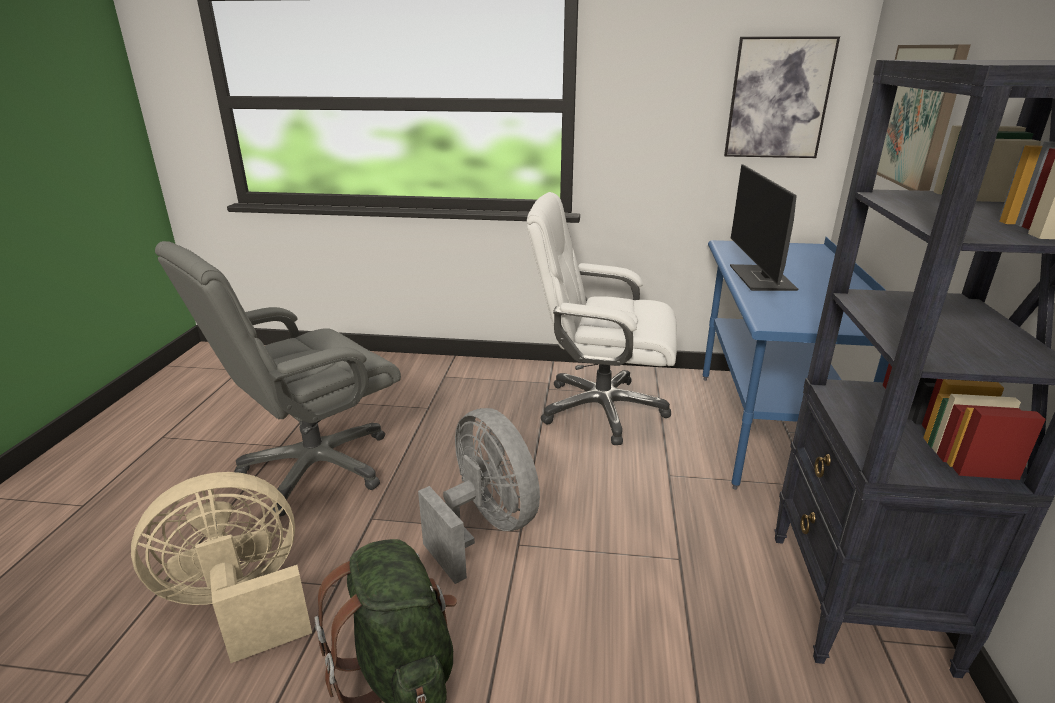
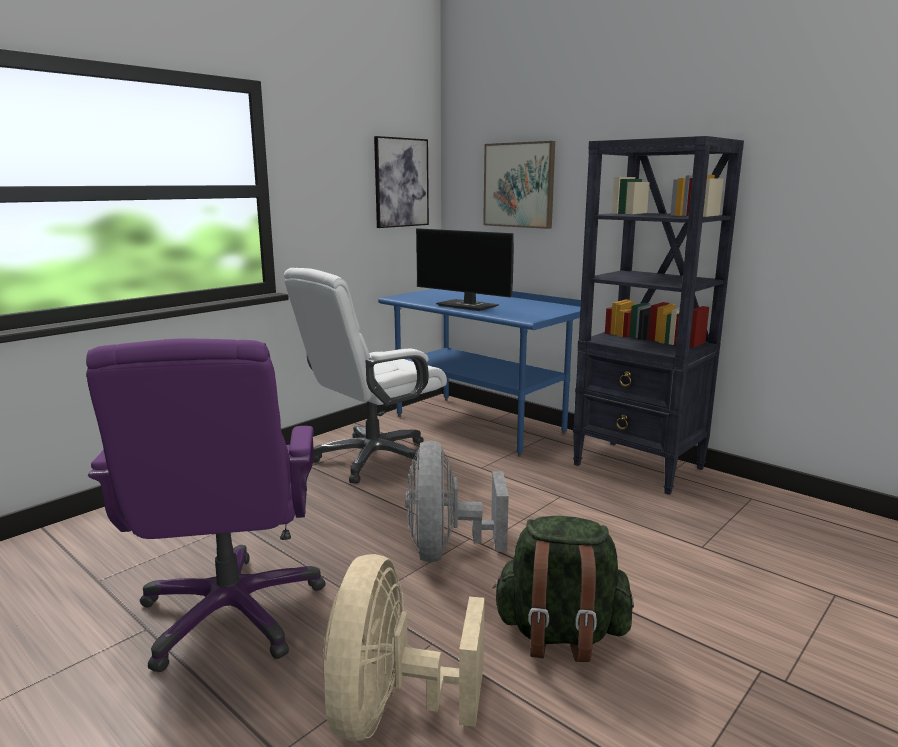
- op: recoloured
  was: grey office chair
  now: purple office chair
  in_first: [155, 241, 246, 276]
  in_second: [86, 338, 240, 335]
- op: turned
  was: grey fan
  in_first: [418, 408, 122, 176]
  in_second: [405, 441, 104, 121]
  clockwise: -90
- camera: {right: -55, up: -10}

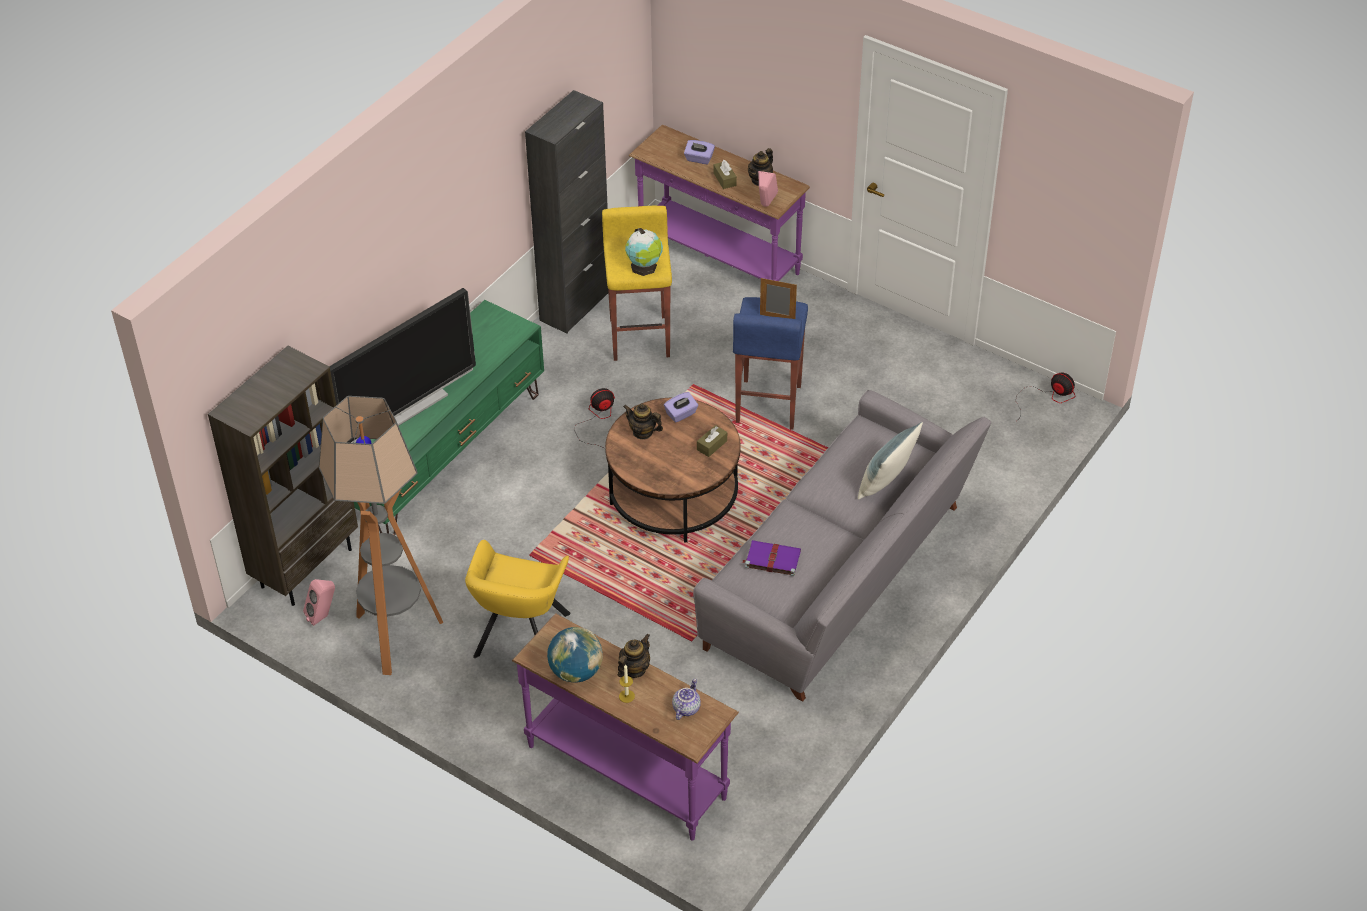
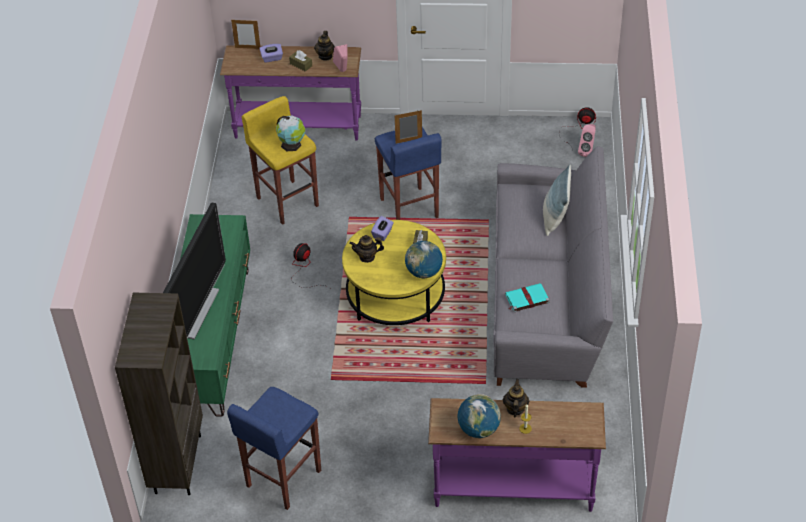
- op: removed
  was: black cabinet
  in_first: [525, 90, 83, 243]
- op: replaced
  was: floor lamp
  now: blue stool
  in_first: [319, 396, 124, 279]
  in_second: [227, 387, 94, 123]
- op: recoloured
  was: brown coffee table
  now: yellow coffee table
  in_first: [605, 397, 136, 146]
  in_second: [342, 220, 104, 105]
- op: removed
  was: yellow armchair
  in_first: [465, 540, 105, 118]
- op: recoloured
  was: purple book
  now: turquoise book
  in_first: [742, 540, 59, 36]
  in_second: [505, 283, 45, 29]
- op: moved
  was: pink speaker
  in_first: [303, 579, 32, 47]
  in_second: [578, 124, 18, 33]
- op: removed
  was: teapot
  in_first: [672, 679, 29, 41]
- op: added
  now: picture frame
  in_second: [231, 19, 29, 30]
- op: added
  now: globe
  in_second: [405, 241, 38, 37]
- camera: {right: -30, up: 0}

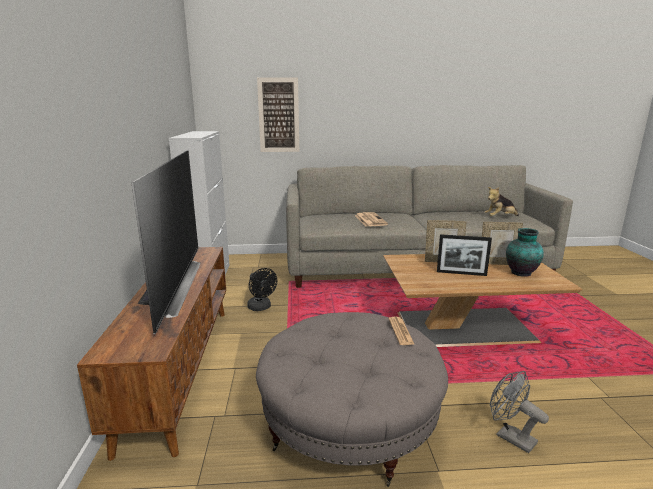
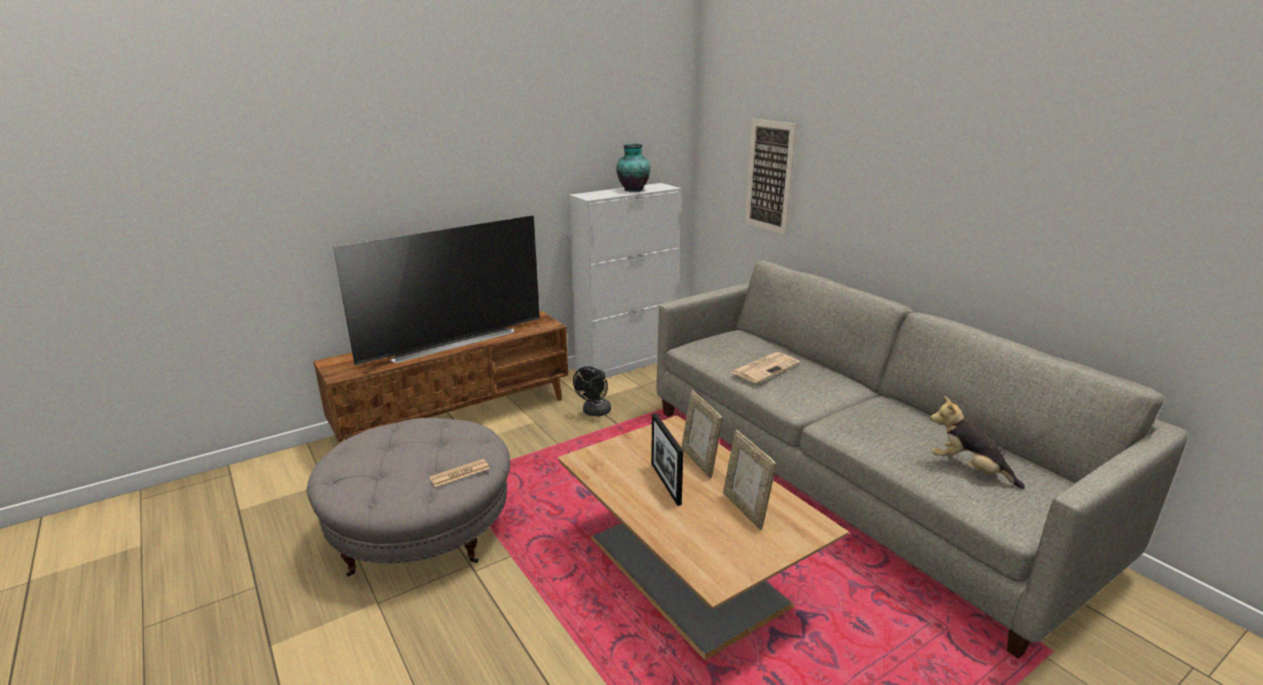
- op: moved
  was: vase
  in_first: [506, 228, 38, 49]
  in_second: [616, 144, 34, 48]
- op: removed
  was: grey fan
  in_first: [490, 371, 59, 82]
- camera: {right: 60, up: 5}

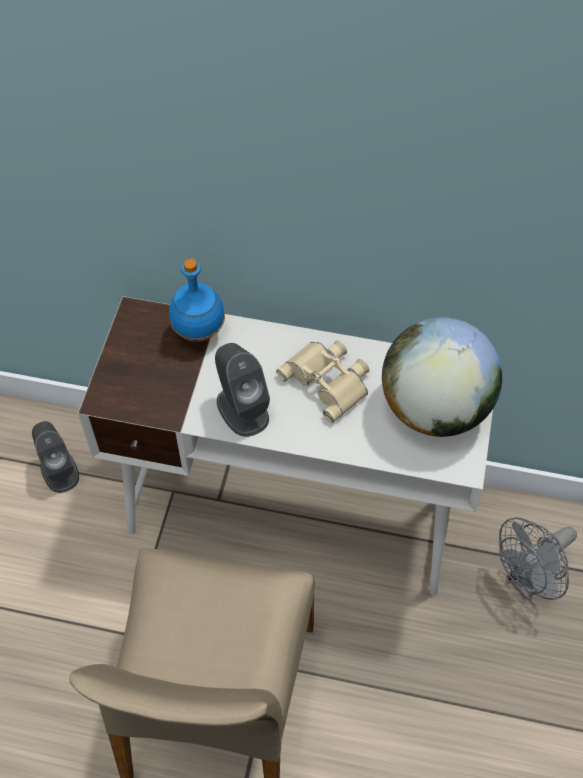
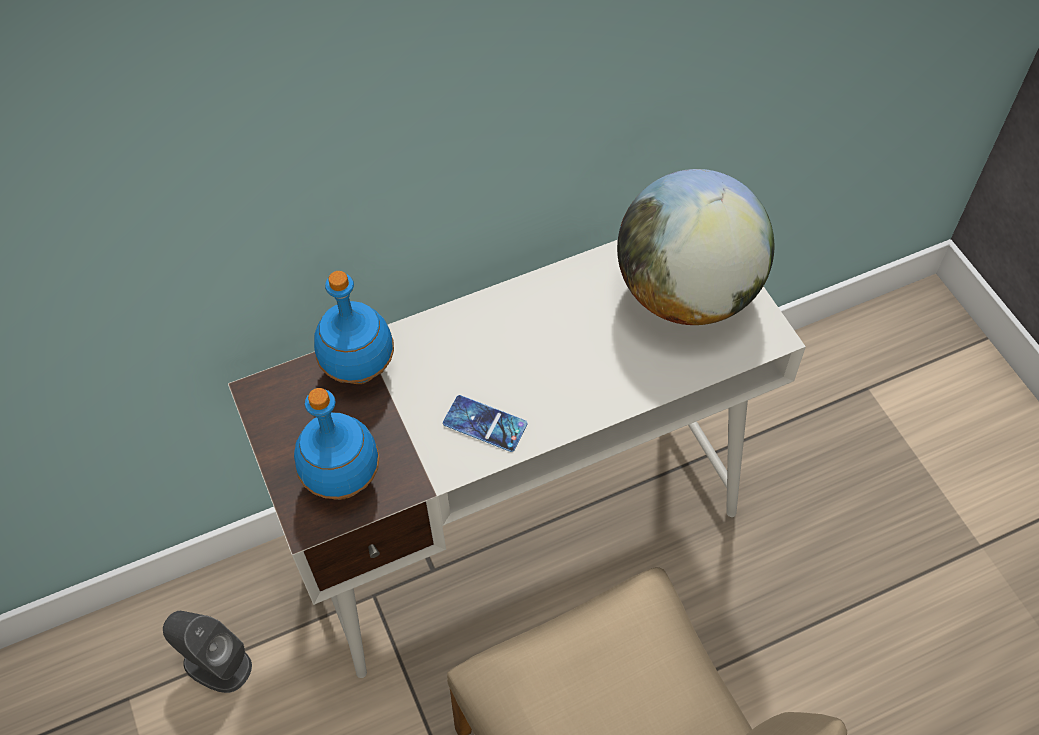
- op: removed
  was: beige binoculars
  in_first: [276, 340, 94, 83]
- op: replaced
  was: grey speaker
  now: phone
  in_first: [215, 343, 55, 94]
  in_second: [443, 395, 84, 57]
- op: removed
  was: grey fan
  in_first: [499, 518, 78, 82]
- op: added
  now: blue bottle
  in_second: [294, 388, 86, 112]
- camera: {right: -35, up: 0}

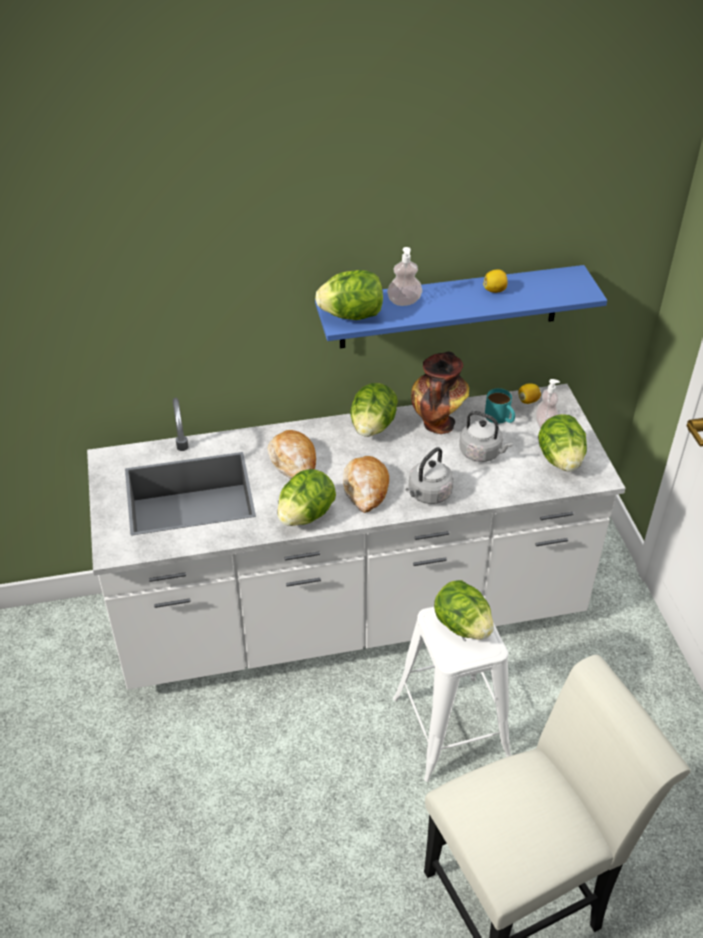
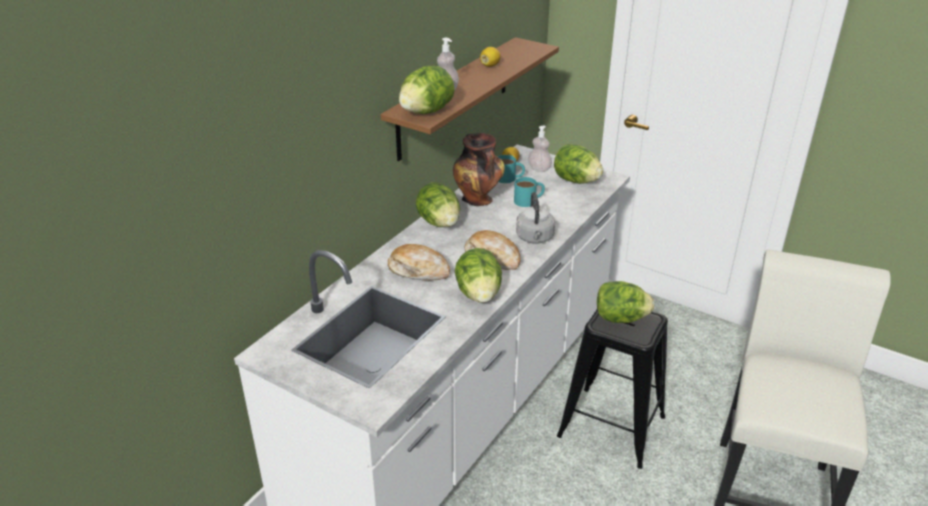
- op: recoloured
  was: blue shelf
  now: brown shelf
  in_first: [315, 265, 292, 83]
  in_second: [381, 37, 178, 124]
- op: replaced
  was: grey kettle
  now: turquoise mug
  in_first: [459, 411, 54, 51]
  in_second: [514, 177, 31, 30]
- op: recoloured
  was: white stool
  now: black stool
  in_first: [393, 607, 119, 175]
  in_second: [557, 310, 111, 159]
- camera: {right: -45, up: -10}

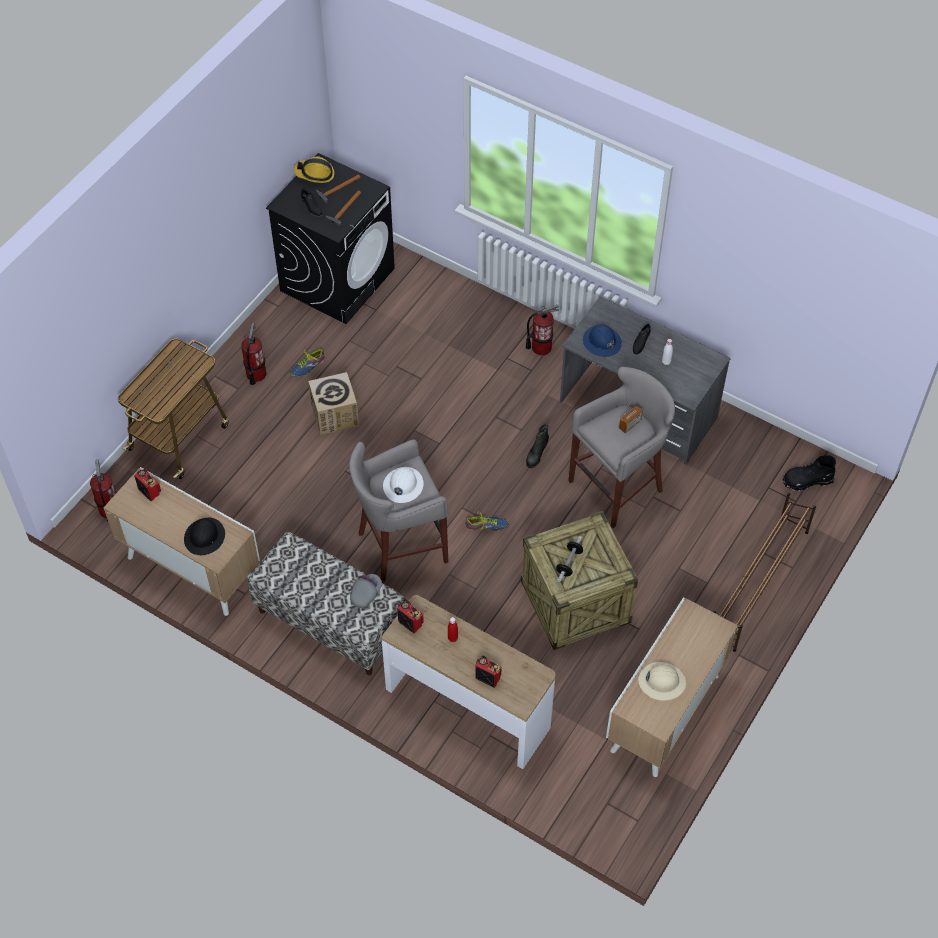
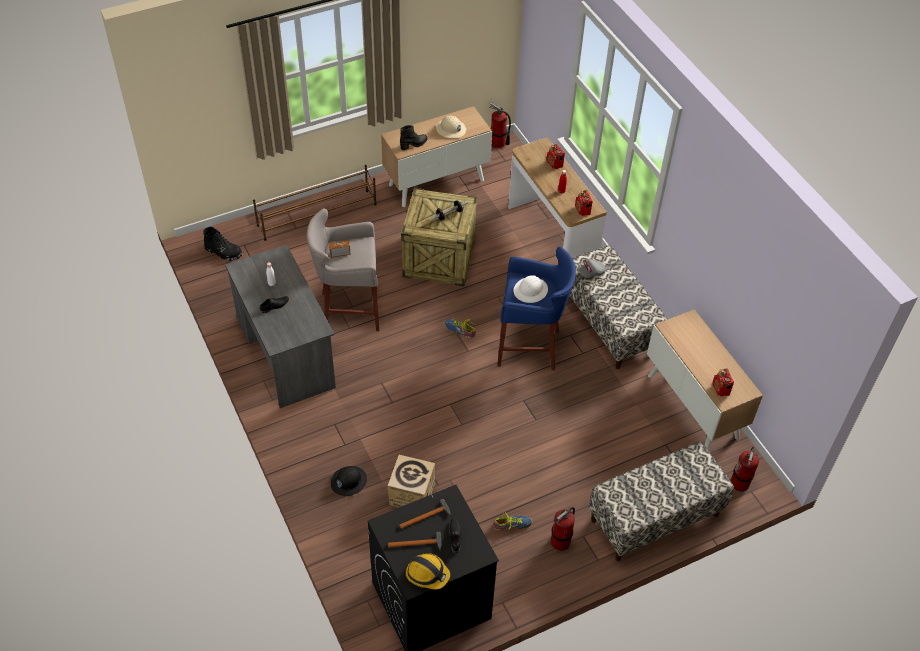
- op: moved
  was: fire extinguisher
  in_first: [526, 305, 33, 50]
  in_second: [489, 102, 22, 46]
- op: removed
  was: blue hard hat
  in_first: [583, 324, 39, 33]
- op: replaced
  was: cart
  now: bench
  in_first: [118, 339, 111, 140]
  in_second: [589, 442, 145, 119]
- op: moved
  was: cardboard box
  in_first: [308, 372, 51, 63]
  in_second: [388, 455, 47, 53]
- op: moved
  was: black boot
  in_first: [526, 424, 23, 44]
  in_second: [400, 125, 28, 25]
- op: recoloured
  was: grey stool
  now: blue stool
  in_first: [349, 439, 99, 144]
  in_second: [497, 246, 79, 125]
- op: moved
  was: black hard hat
  in_first: [184, 518, 41, 37]
  in_second: [331, 466, 36, 30]
- camera: {right: -150, up: -5}

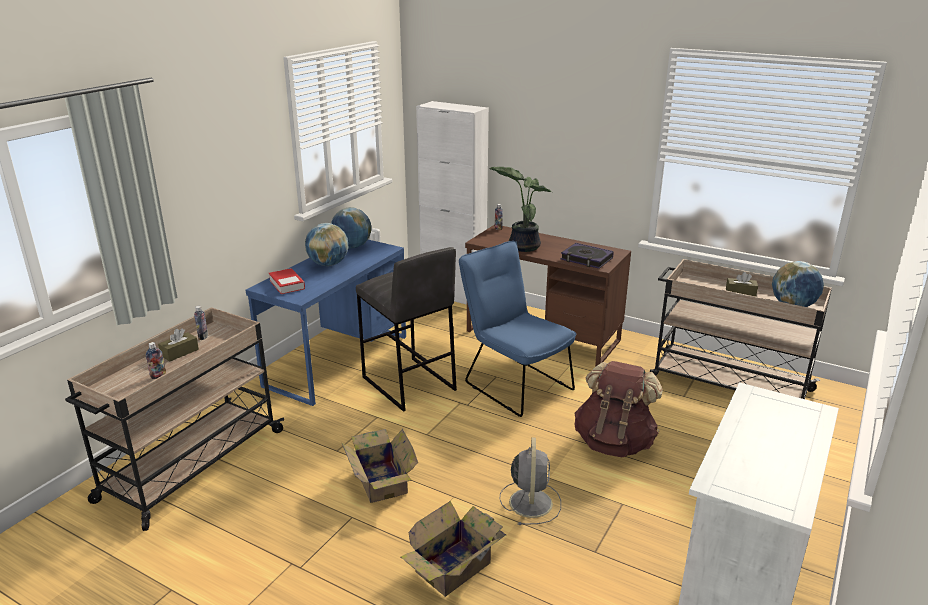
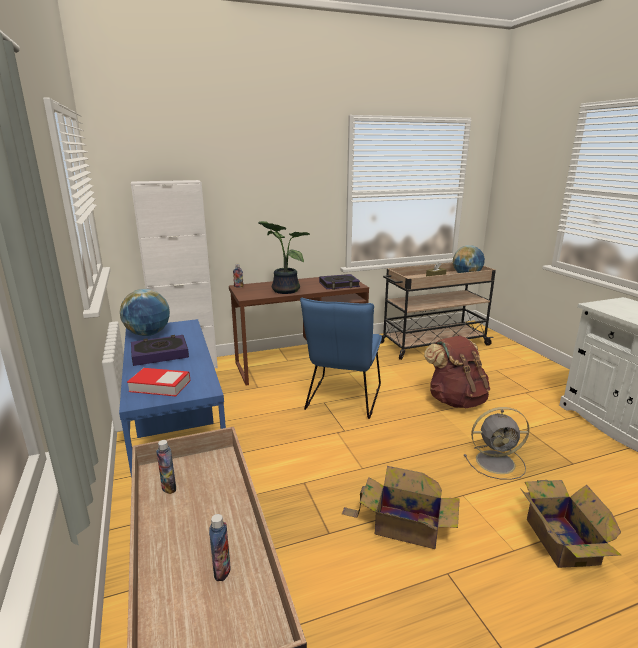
- op: replaced
  was: globe
  now: book
  in_first: [305, 223, 44, 43]
  in_second: [131, 335, 58, 31]
- op: turned
  was: blue chair
  in_first: [459, 241, 117, 176]
  in_second: [300, 298, 82, 121]
  clockwise: -75
- op: removed
  was: grey stool
  in_first: [356, 247, 101, 165]
- op: removed
  was: brown tissue box
  in_first: [158, 328, 41, 34]
- op: turned
  was: grey fan
  in_first: [500, 438, 61, 87]
  in_second: [464, 407, 66, 73]
  clockwise: 135
- camera: {right: -50, up: -5}

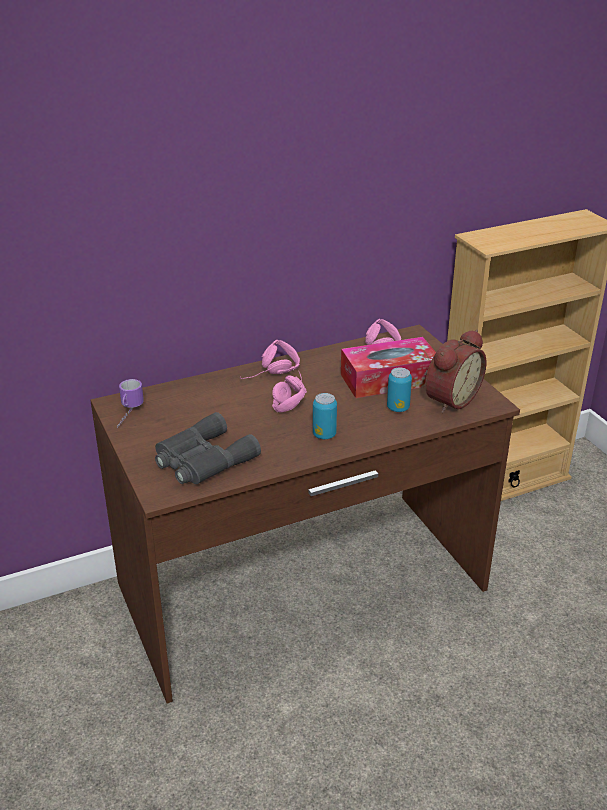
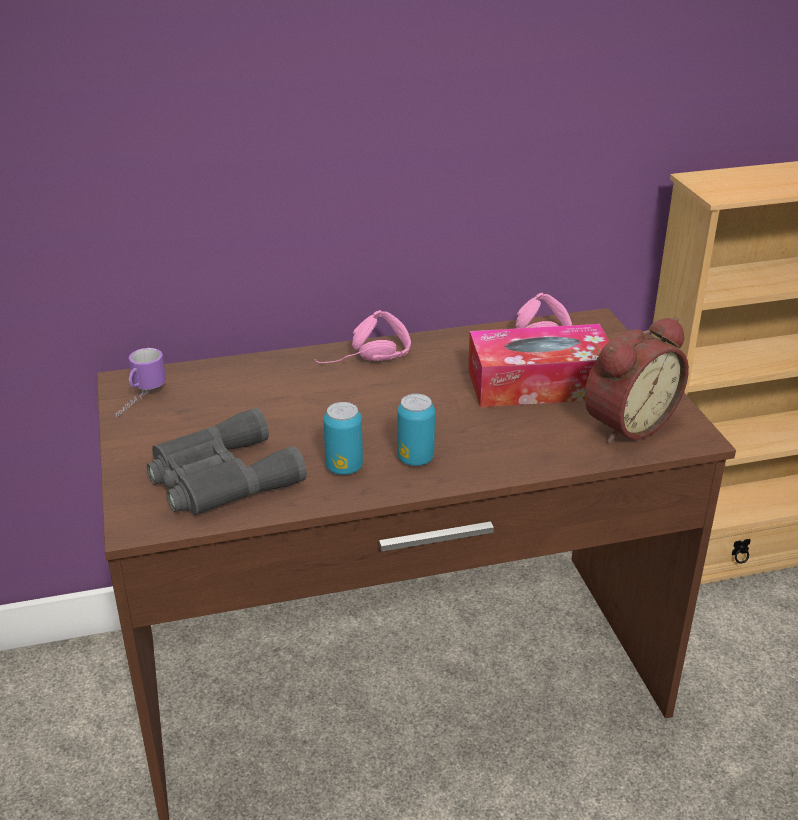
- op: moved
  was: can
  in_first: [387, 367, 25, 45]
  in_second: [324, 402, 39, 73]
- op: removed
  was: pink headphones
  in_first: [272, 372, 35, 41]
- camera: {right: 10, up: 0}

